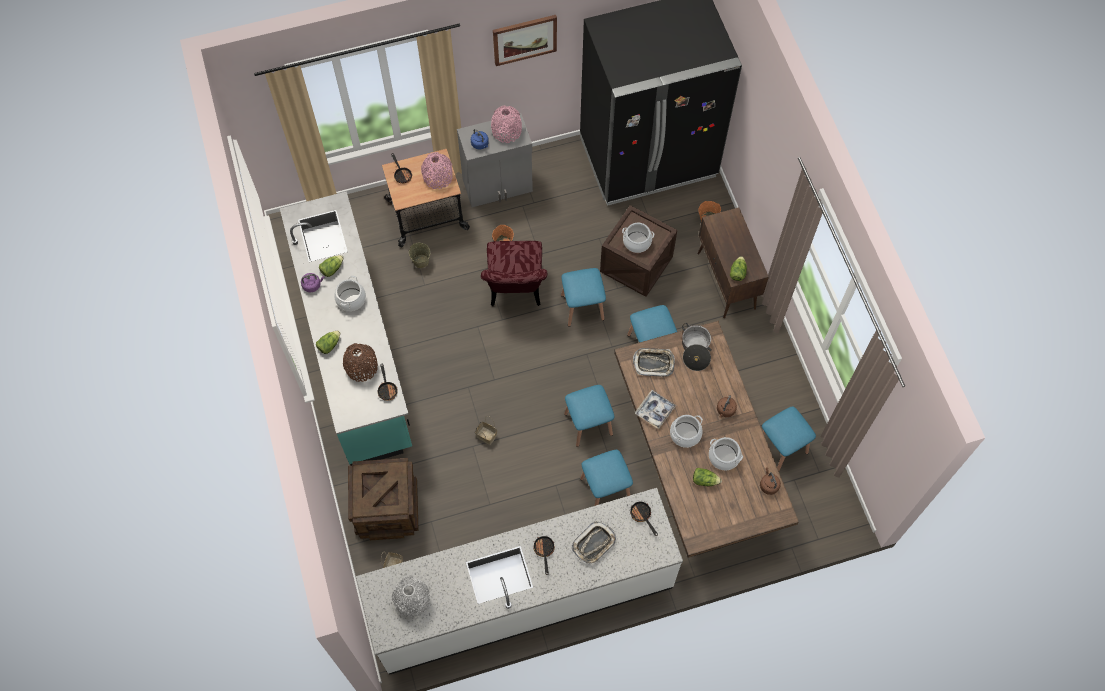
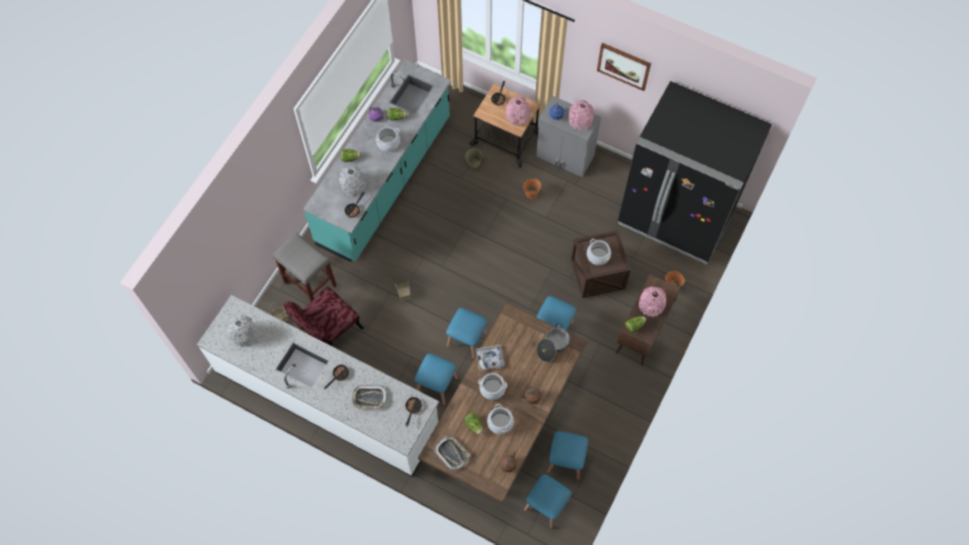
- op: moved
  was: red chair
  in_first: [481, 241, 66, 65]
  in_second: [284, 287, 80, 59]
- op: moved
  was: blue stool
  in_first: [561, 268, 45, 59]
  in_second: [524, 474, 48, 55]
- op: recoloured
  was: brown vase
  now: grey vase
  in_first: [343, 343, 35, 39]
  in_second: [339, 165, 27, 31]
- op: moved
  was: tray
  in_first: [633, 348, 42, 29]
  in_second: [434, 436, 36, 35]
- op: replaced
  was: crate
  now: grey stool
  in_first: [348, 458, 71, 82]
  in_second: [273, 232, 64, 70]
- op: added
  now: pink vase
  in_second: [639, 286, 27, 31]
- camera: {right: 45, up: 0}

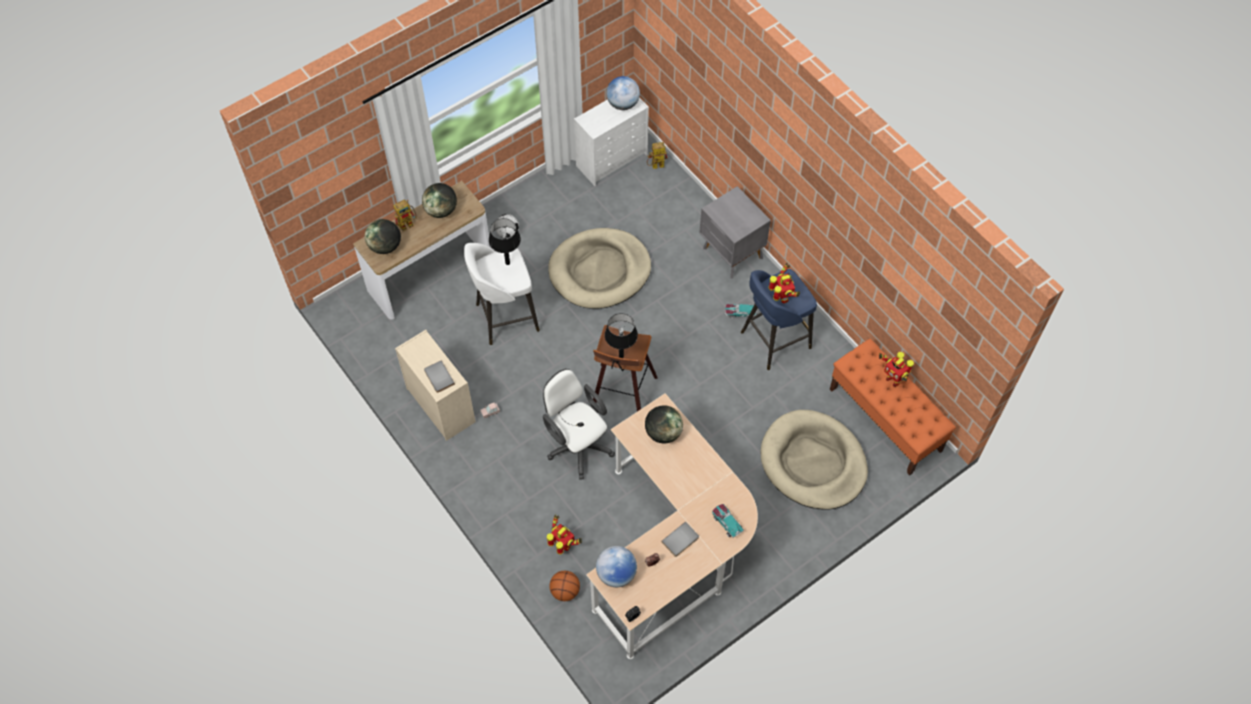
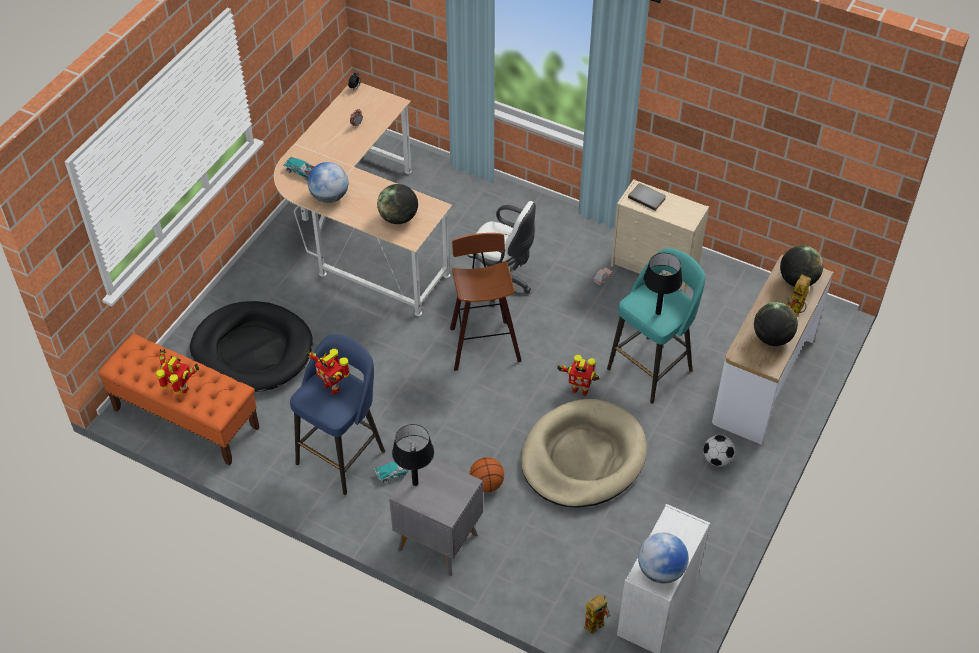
- op: recoloured
  was: white stool
  now: turquoise stool
  in_first: [464, 243, 76, 102]
  in_second: [607, 248, 99, 156]
- op: moved
  was: black table lamp
  in_first: [605, 313, 33, 45]
  in_second: [392, 424, 42, 62]
- op: recoloured
  was: beige dog bed
  now: black dog bed
  in_first: [761, 410, 107, 100]
  in_second: [190, 301, 123, 91]
- op: moved
  was: toy robot
  in_first: [547, 515, 35, 39]
  in_second: [557, 355, 42, 41]
- op: removed
  was: grey book
  in_first: [661, 522, 38, 35]
- op: moved
  was: globe
  in_first: [596, 546, 41, 41]
  in_second: [308, 162, 40, 41]
- op: moved
  was: basketball
  in_first: [549, 571, 31, 30]
  in_second: [470, 457, 34, 35]
- camera: {right: 155, up: -10}

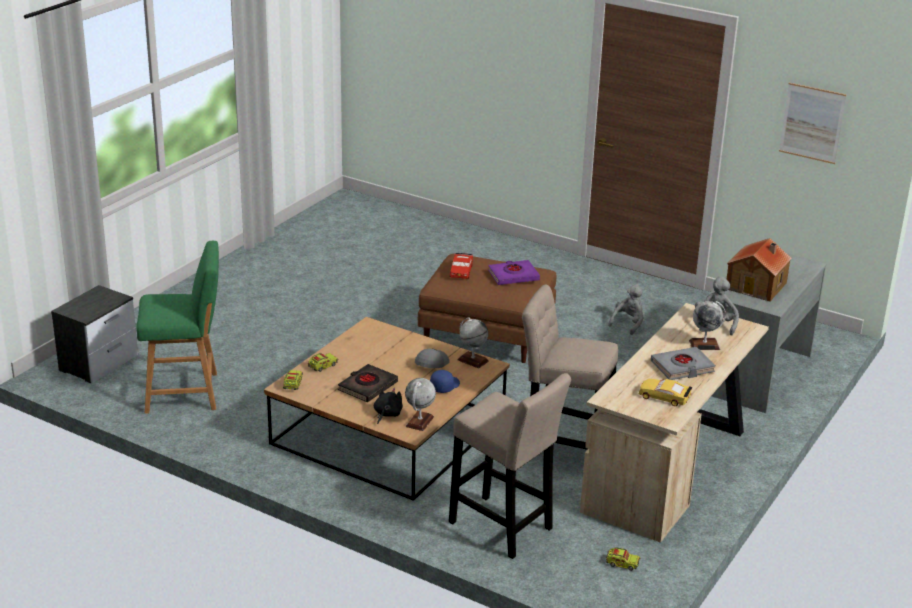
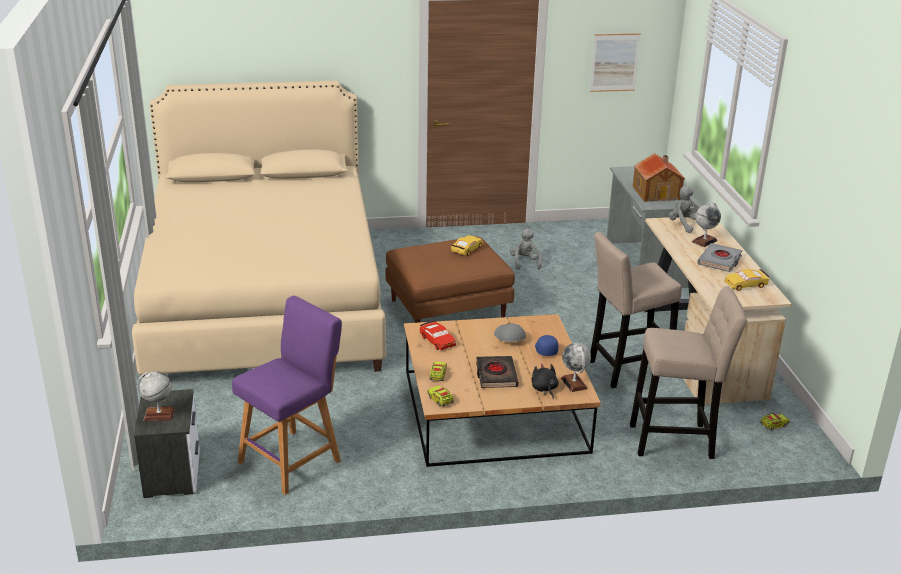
- op: recoloured
  was: green stool
  now: purple stool
  in_first: [136, 241, 83, 173]
  in_second: [232, 296, 110, 199]
- op: moved
  was: red toy car
  in_first: [450, 253, 23, 26]
  in_second: [420, 321, 36, 29]
- op: replaced
  was: purple book
  now: yellow toy car
  in_first: [488, 260, 52, 25]
  in_second: [451, 235, 32, 21]
- op: moved
  was: globe
  in_first: [457, 317, 32, 51]
  in_second: [137, 371, 38, 50]
- op: added
  now: beige bed
  in_second: [132, 80, 254, 297]
- camera: {right: -40, up: 0}

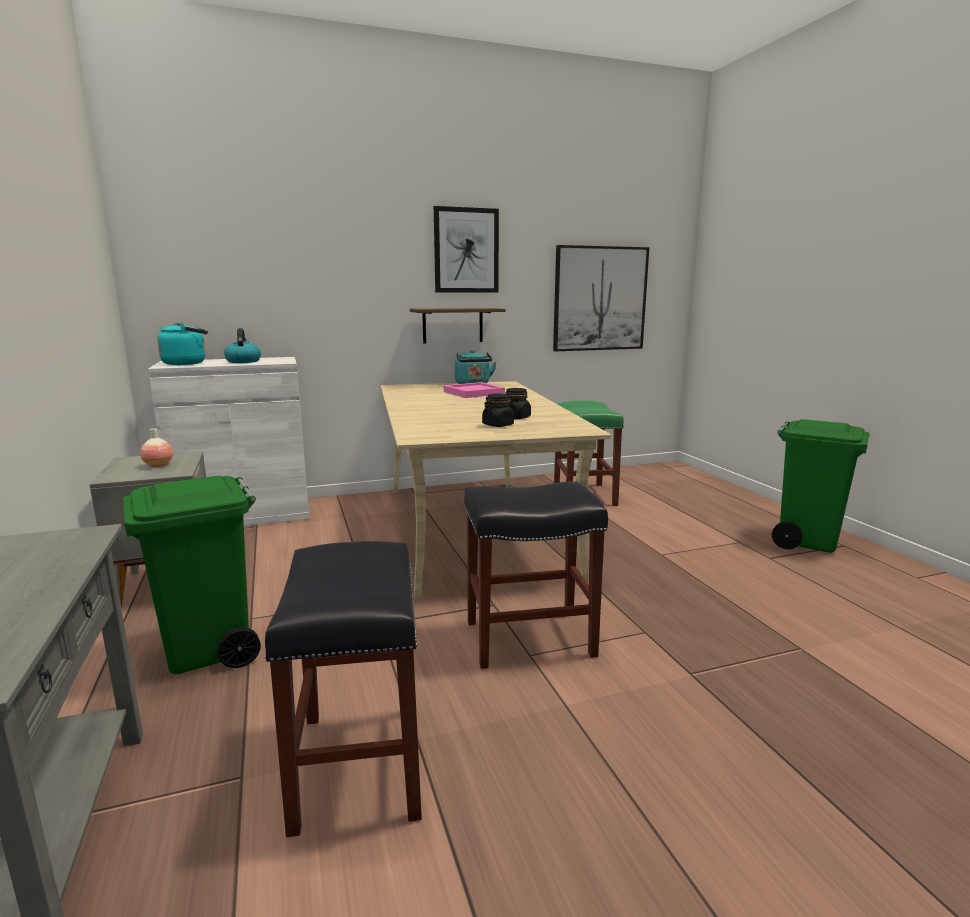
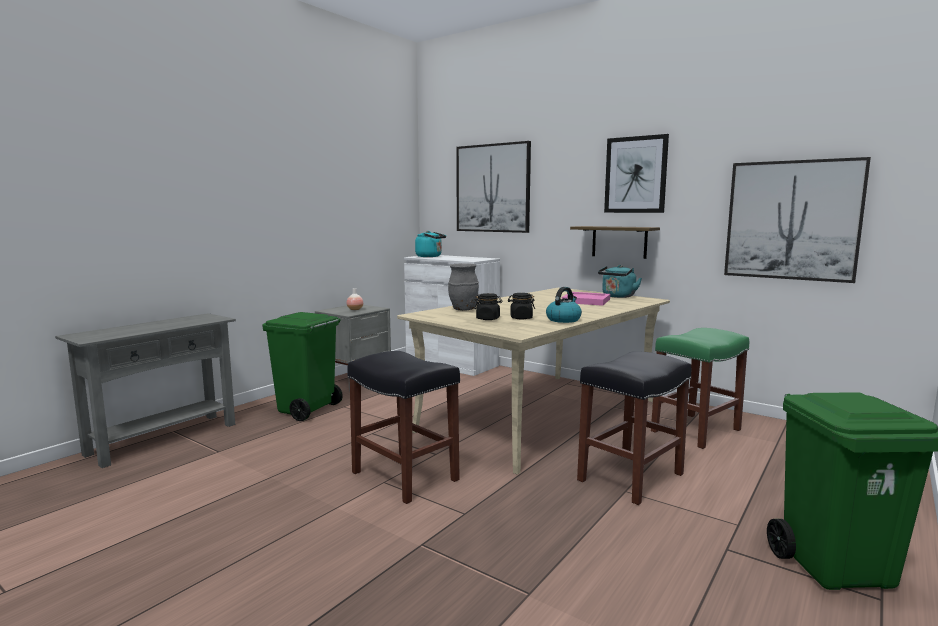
- op: moved
  was: kettle
  in_first: [224, 328, 37, 35]
  in_second: [546, 287, 36, 36]
- op: moved
  was: black stool
  in_first: [265, 541, 157, 296]
  in_second: [577, 351, 115, 154]
- op: added
  now: picture
  in_second: [456, 141, 75, 92]
- op: added
  now: grey vase
  in_second: [448, 263, 31, 48]
- camera: {right: 55, up: -5}

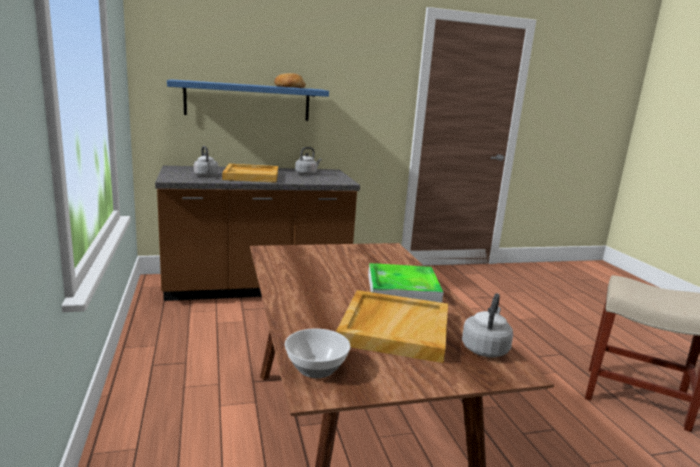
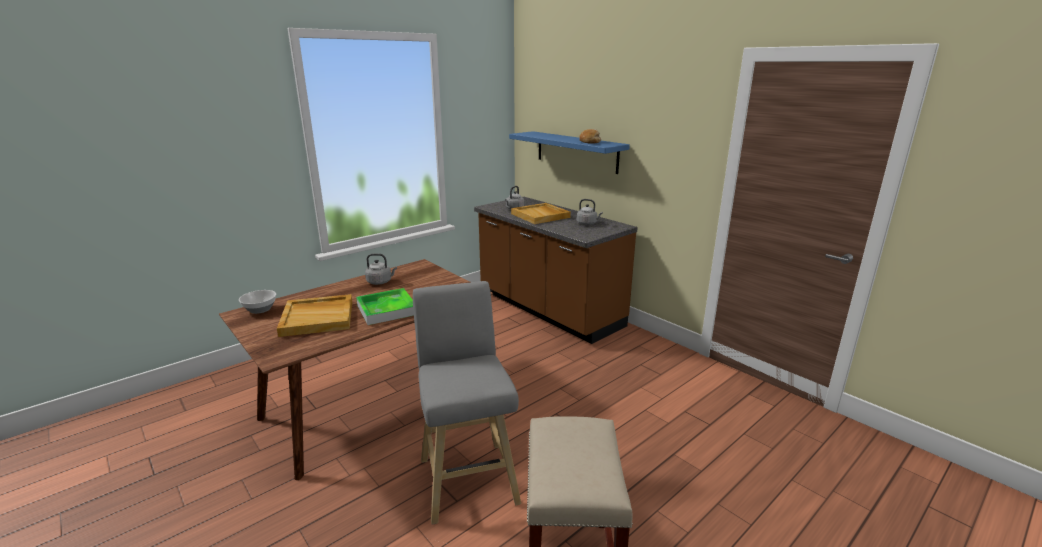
- op: moved
  was: grey kettle
  in_first: [462, 293, 51, 65]
  in_second: [365, 253, 32, 32]
- op: added
  now: grey stool
  in_second: [413, 281, 108, 244]
- camera: {right: 65, up: 5}

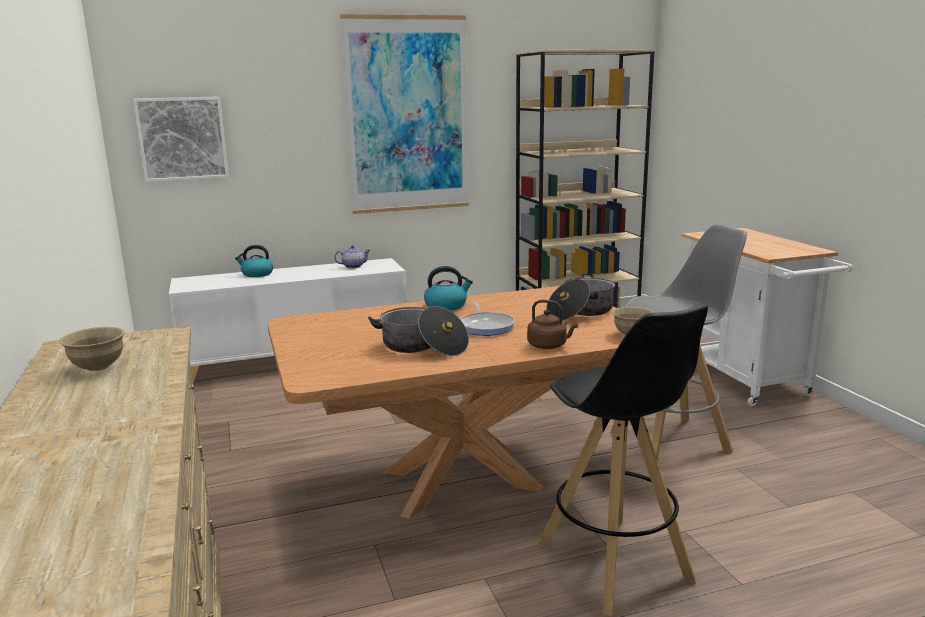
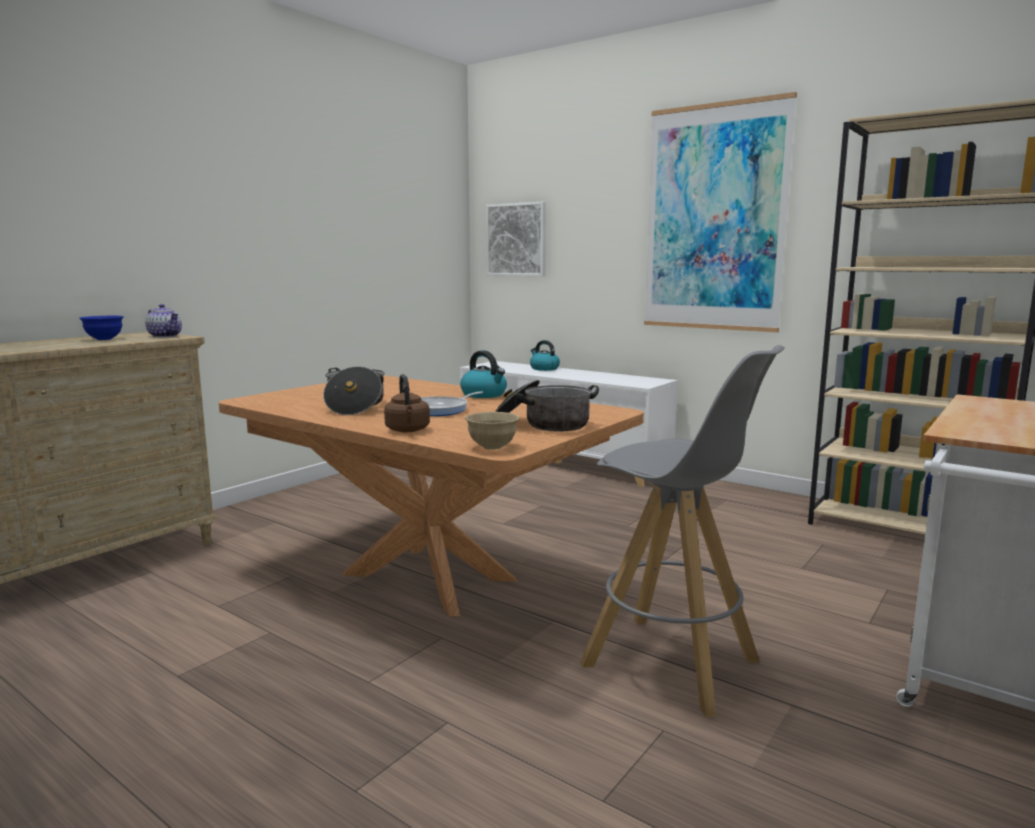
- op: moved
  was: teapot
  in_first: [334, 245, 37, 23]
  in_second: [145, 304, 37, 33]
- op: removed
  was: black stool
  in_first: [538, 304, 170, 312]
- op: recoloured
  was: beige bowl
  now: blue bowl
  in_first: [59, 327, 66, 44]
  in_second: [79, 316, 45, 24]
- camera: {right: 55, up: -5}

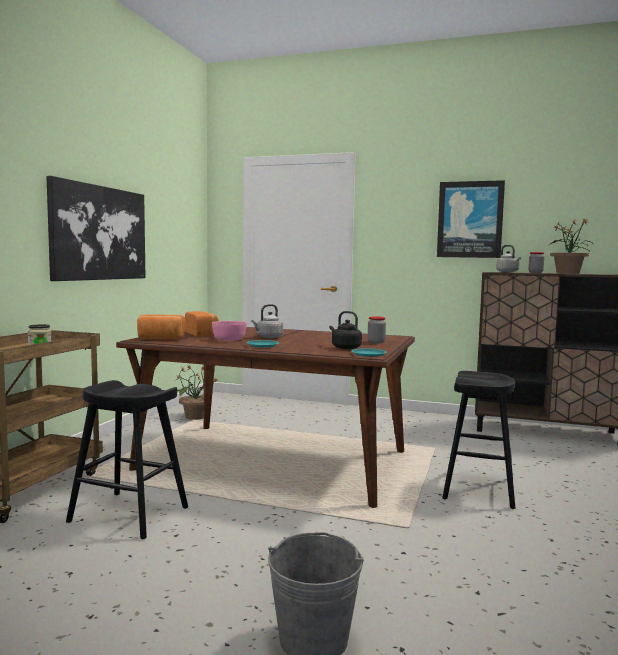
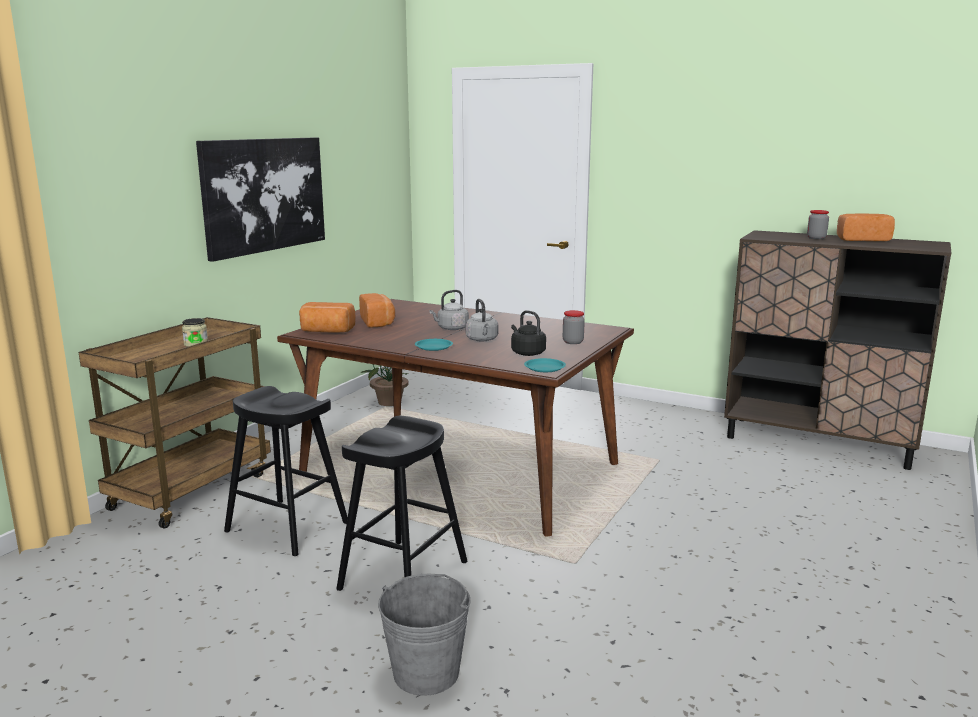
- op: removed
  was: picture
  in_first: [437, 180, 68, 78]
- op: replaced
  was: potted plant
  now: bread
  in_first: [548, 218, 45, 56]
  in_second: [837, 214, 58, 27]
- op: moved
  was: grey kettle
  in_first: [496, 245, 25, 27]
  in_second: [465, 299, 33, 43]
- op: removed
  was: pink bowl
  in_first: [212, 321, 35, 20]
- op: moved
  was: black stool
  in_first: [442, 371, 73, 138]
  in_second: [336, 416, 131, 175]
- camera: {right: 10, up: 10}

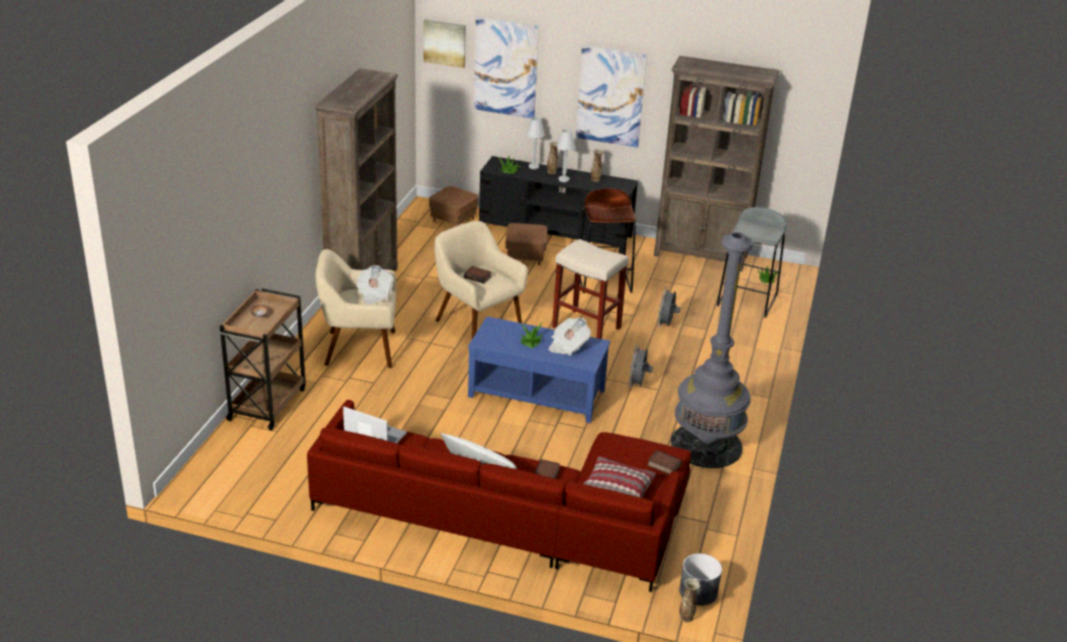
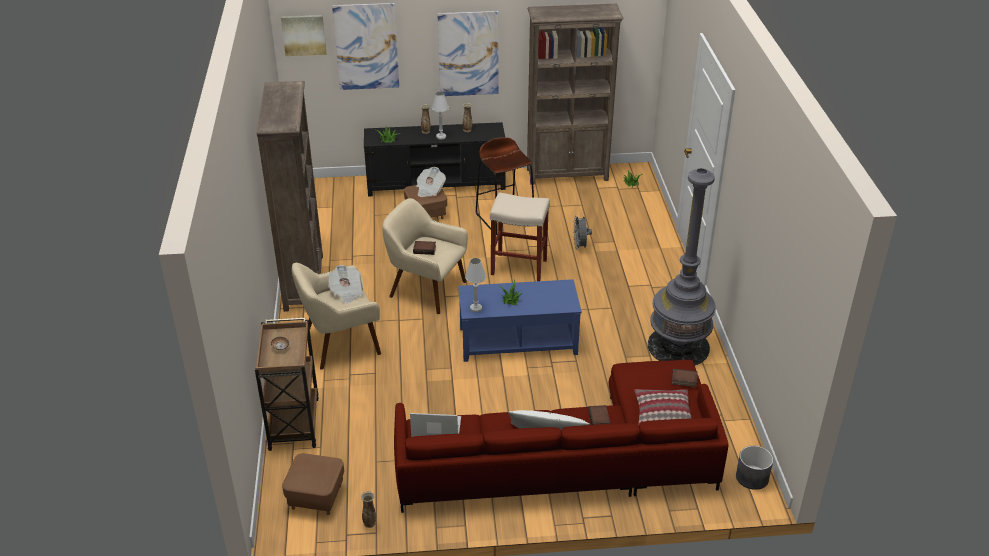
- op: moved
  was: white table lamp
  in_first: [526, 117, 19, 52]
  in_second: [465, 258, 21, 54]
- op: moved
  was: brown ottoman
  in_first: [429, 186, 49, 40]
  in_second: [282, 453, 62, 62]
- op: removed
  was: grey stool
  in_first: [717, 207, 69, 111]
- op: moved
  was: newspaper
  in_first: [549, 318, 42, 37]
  in_second: [416, 167, 30, 30]
- op: removed
  was: grey fan
  in_first: [629, 344, 24, 44]
- op: moved
  was: vase
  in_first: [679, 578, 21, 44]
  in_second: [361, 491, 15, 37]
- camera: {right: -20, up: 5}

